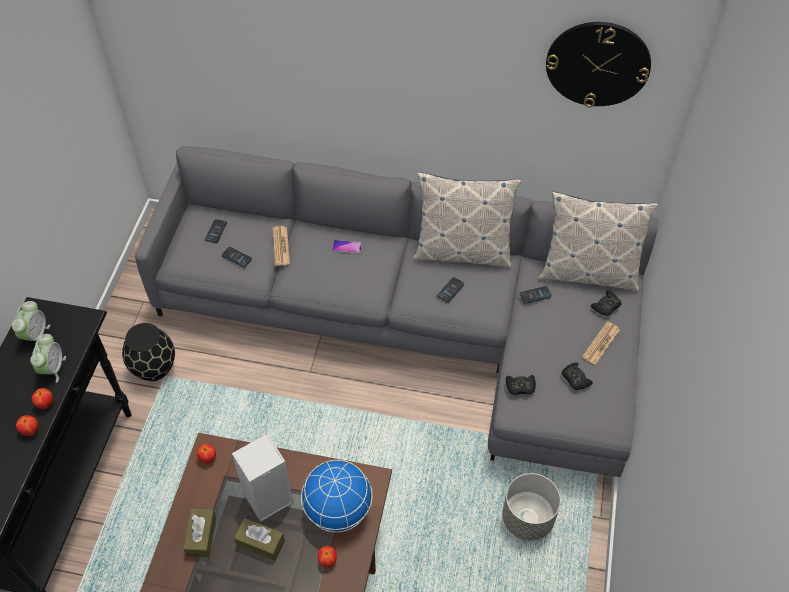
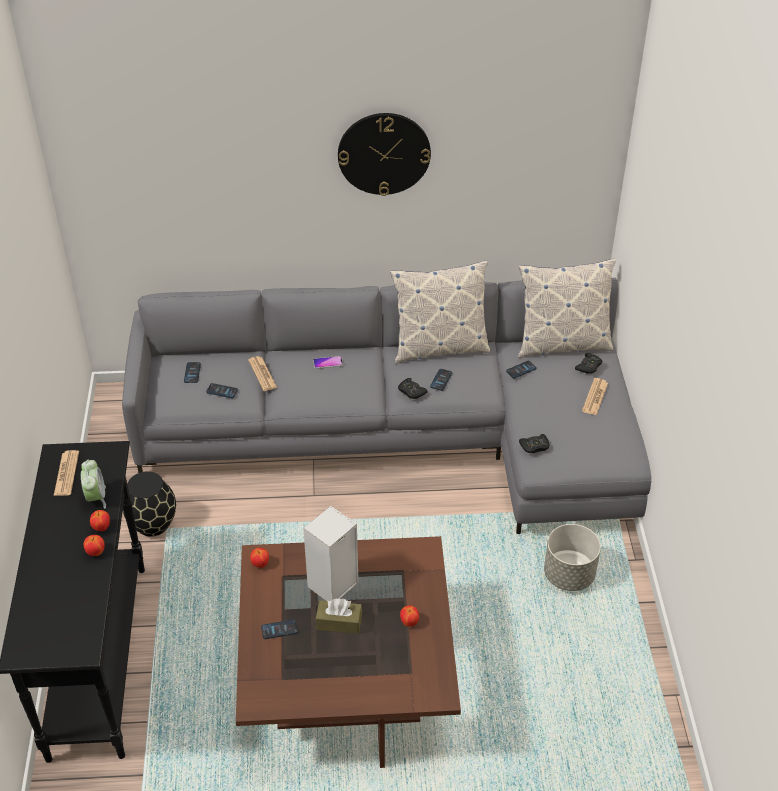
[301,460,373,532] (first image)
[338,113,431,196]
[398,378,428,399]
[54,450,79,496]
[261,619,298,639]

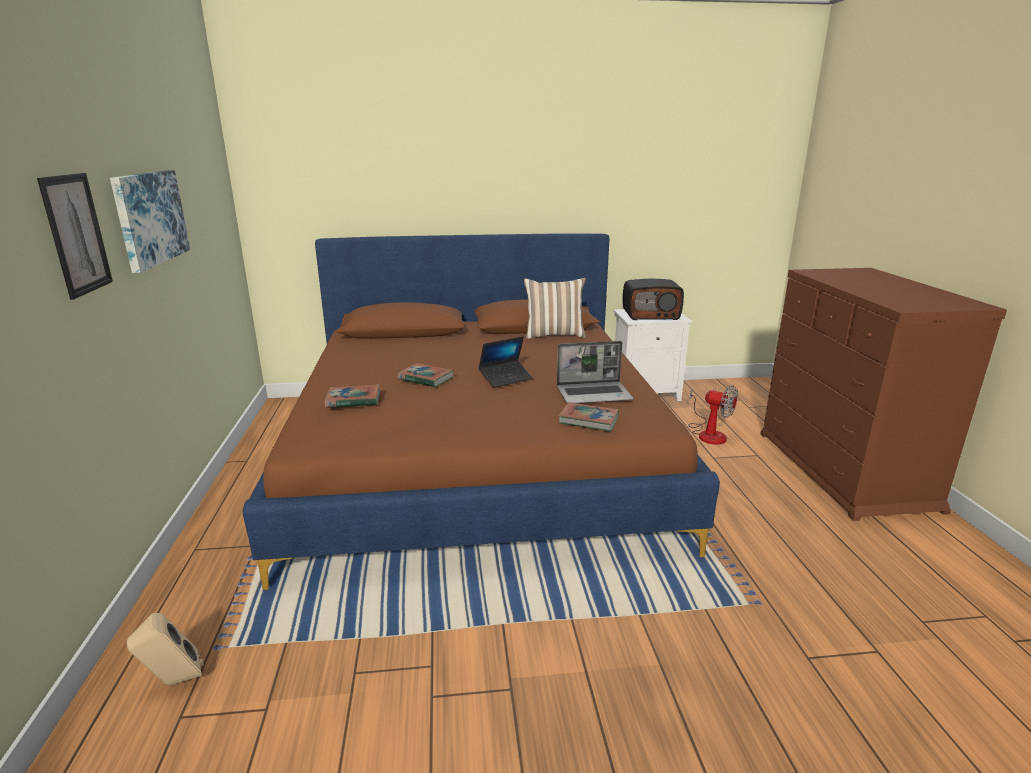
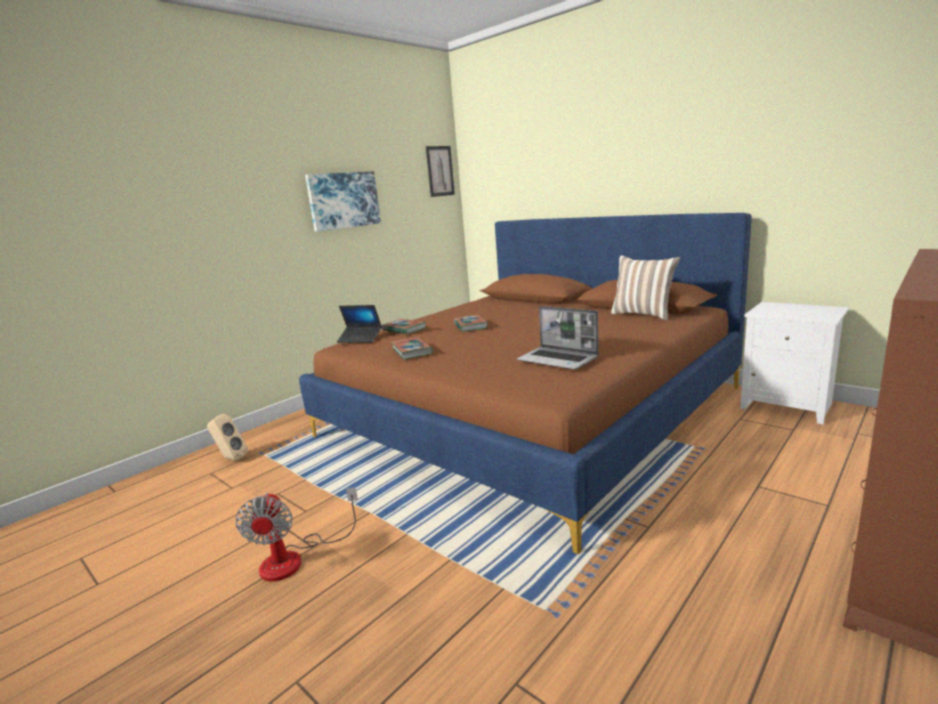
[623,279,684,320] (first image)
[426,146,455,197]
[337,305,382,343]
[391,337,433,359]
[235,487,358,582]

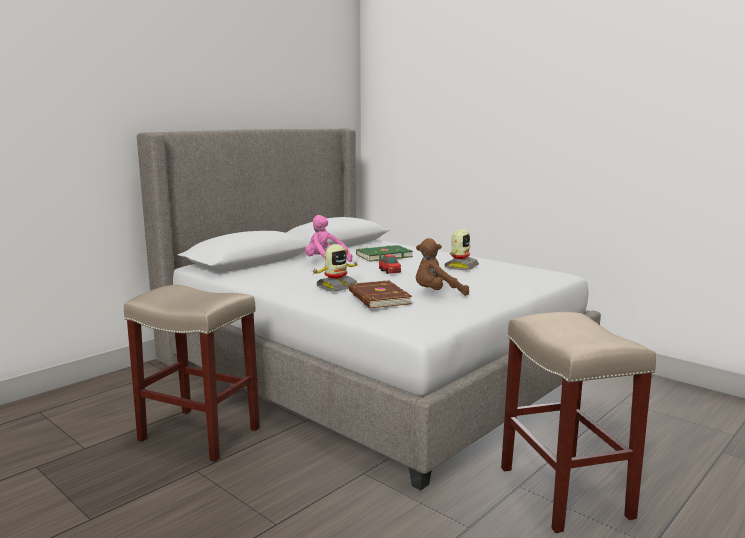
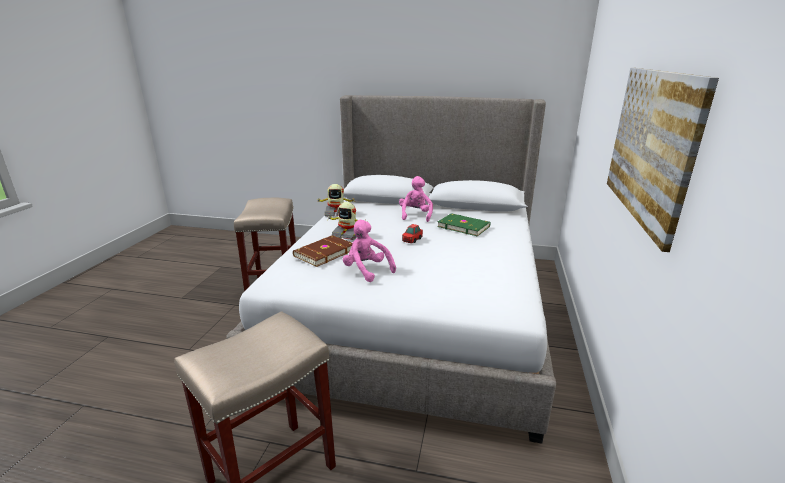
[607,68,719,252]
[316,184,356,216]
[343,220,396,282]

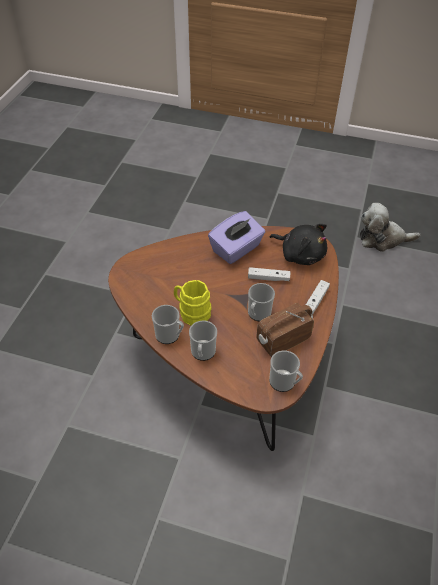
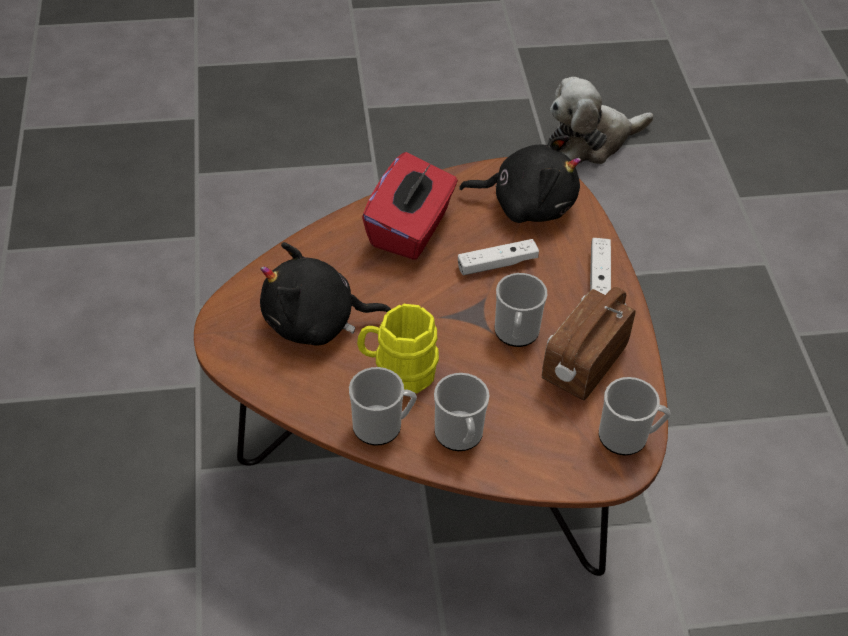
[260,242,391,346]
[362,152,458,260]

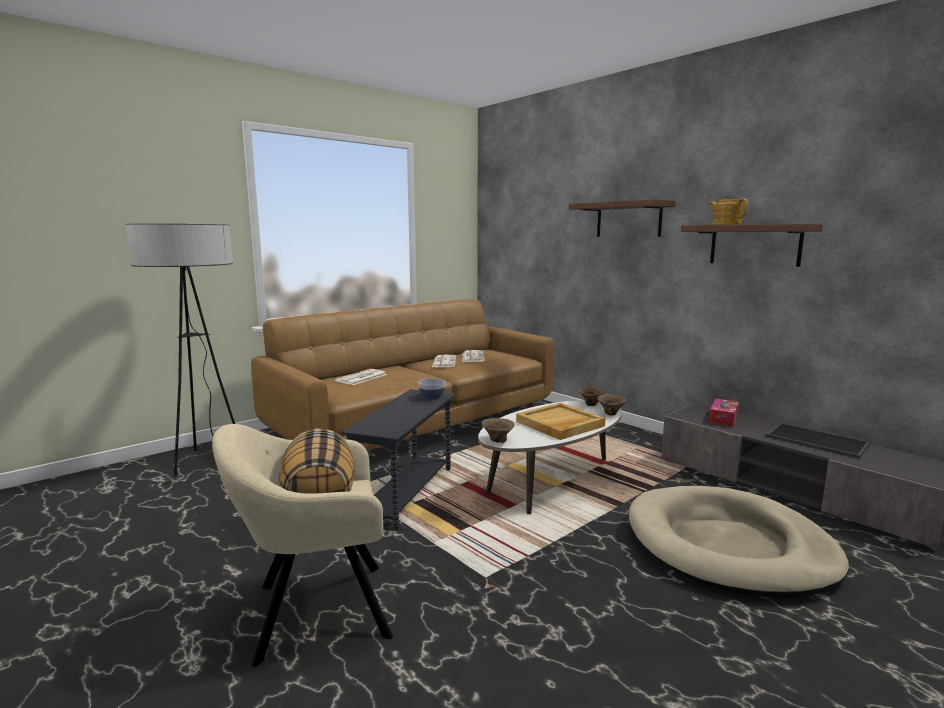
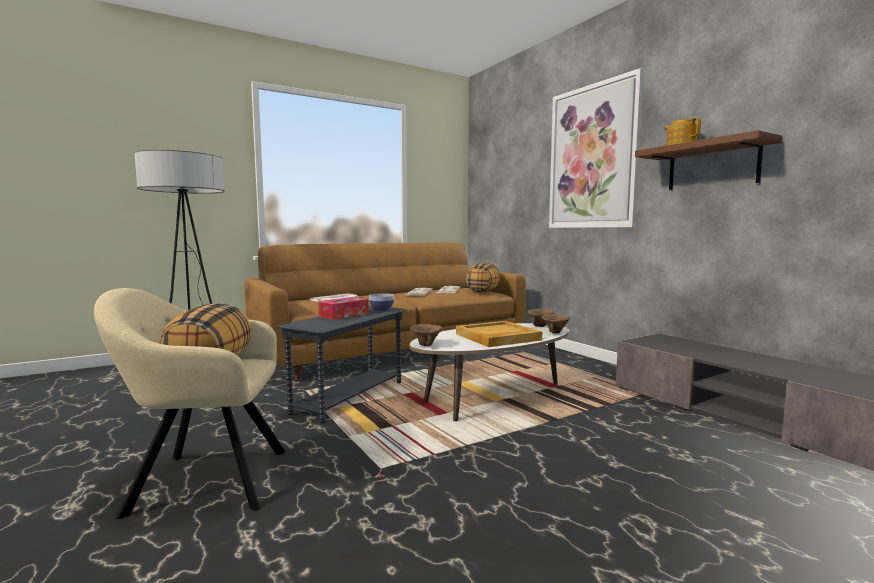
[629,486,849,598] (first image)
[766,423,870,459] (first image)
[466,262,501,293]
[318,297,369,320]
[549,68,644,228]

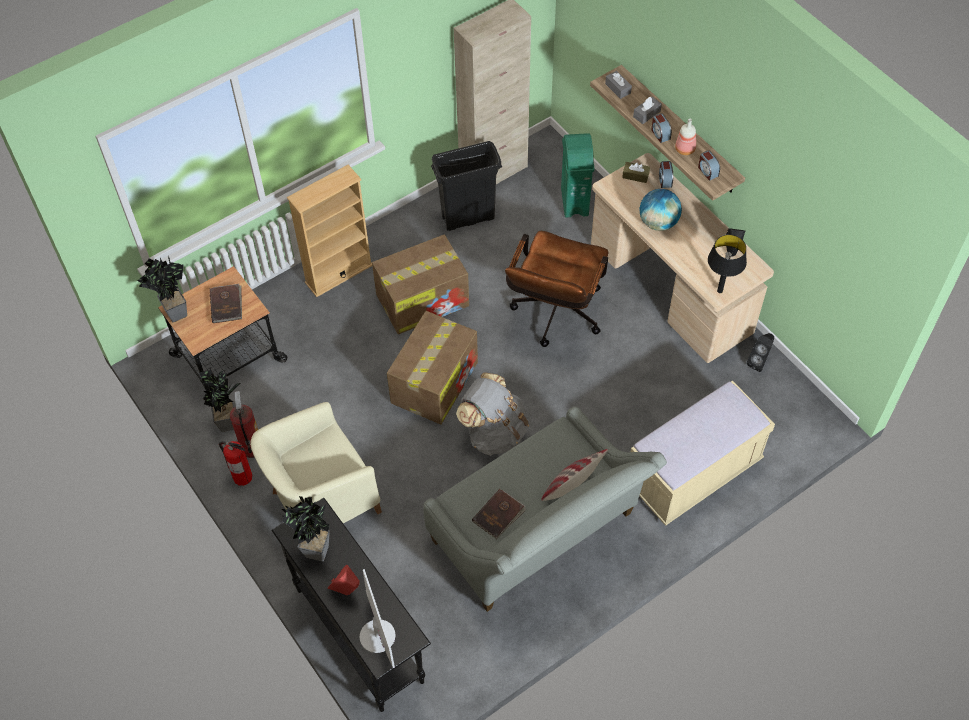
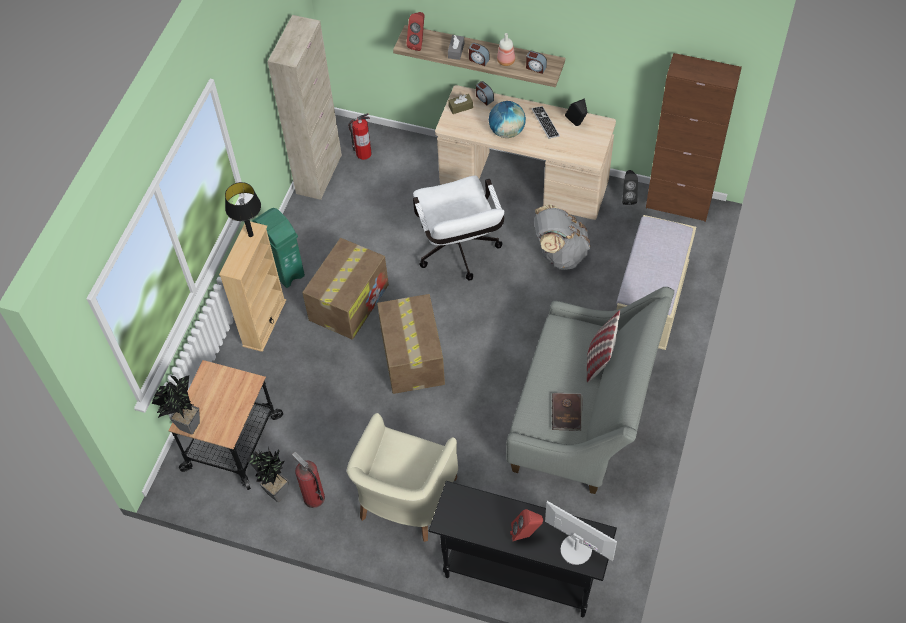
[210,284,242,323] (first image)
[282,496,330,562] (first image)
[431,141,502,231] (first image)
[532,106,560,139]
[646,53,742,222]
[348,113,372,160]
[534,204,590,270]
[253,208,305,288]
[225,182,261,237]
[406,12,424,51]
[413,176,505,281]

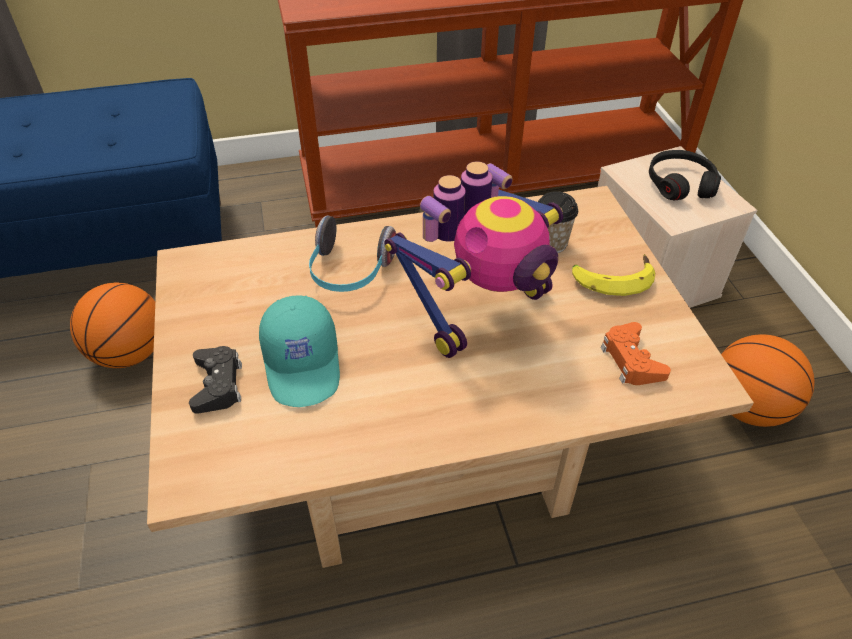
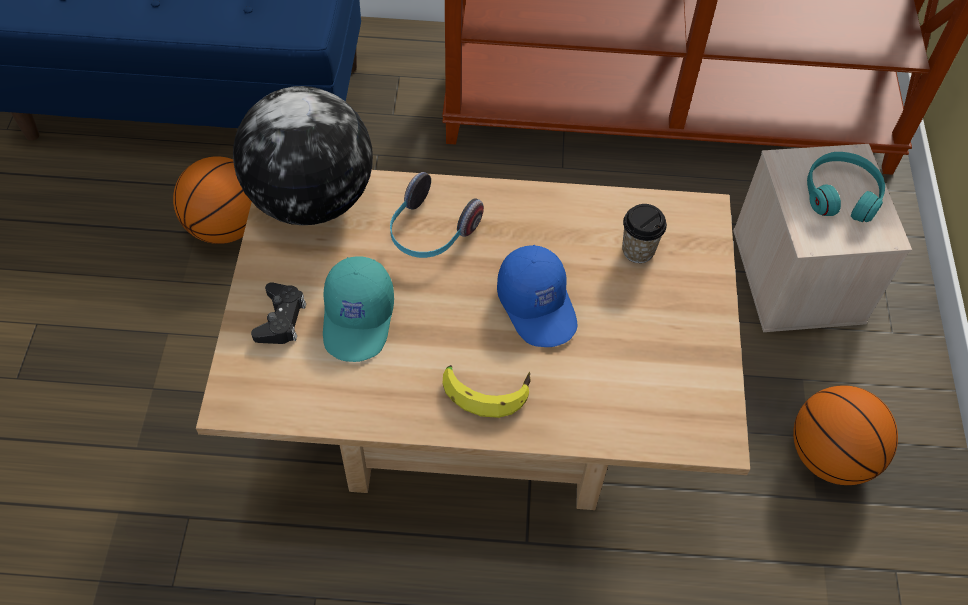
[601,322,671,385] (first image)
[233,86,373,225]
[442,365,531,418]
[497,245,578,347]
[807,152,885,222]

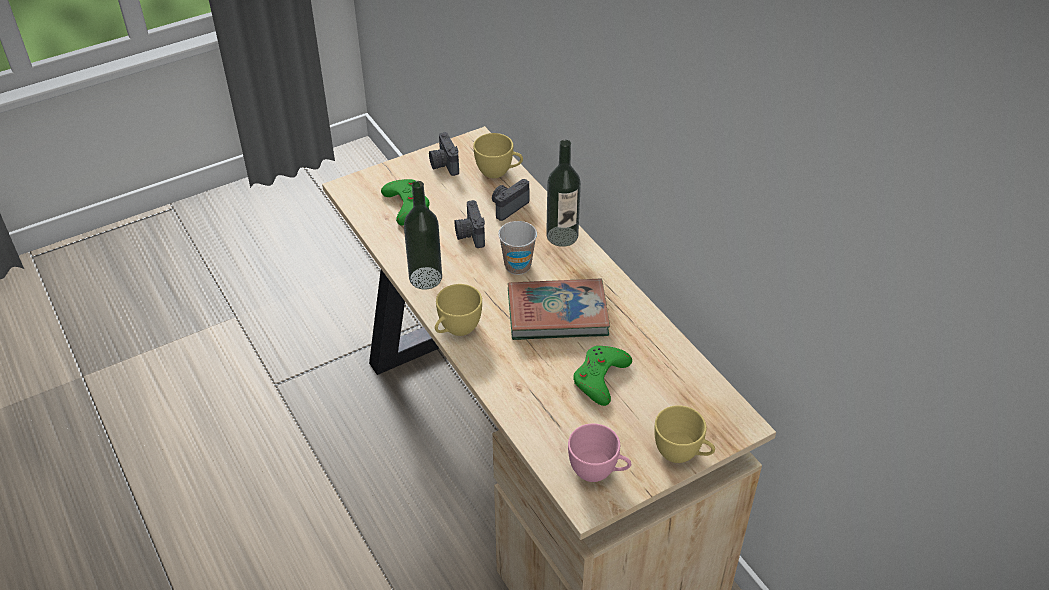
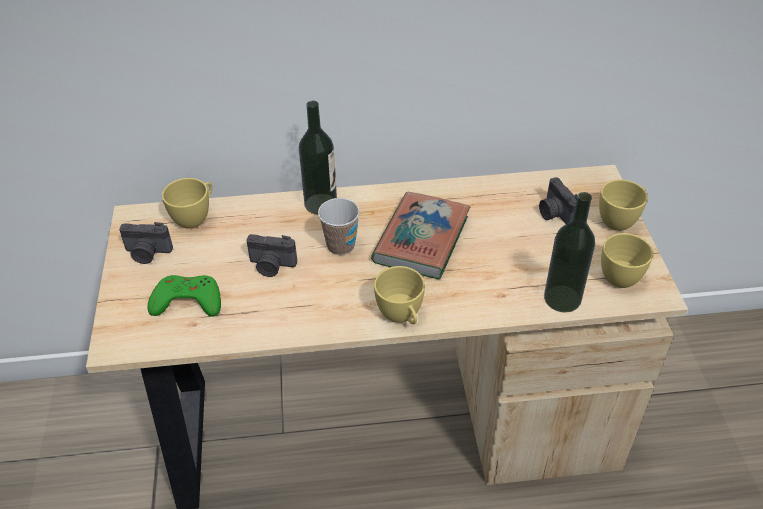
[573,346,632,406] (first image)
[544,192,595,313]
[539,177,578,224]
[601,233,653,288]

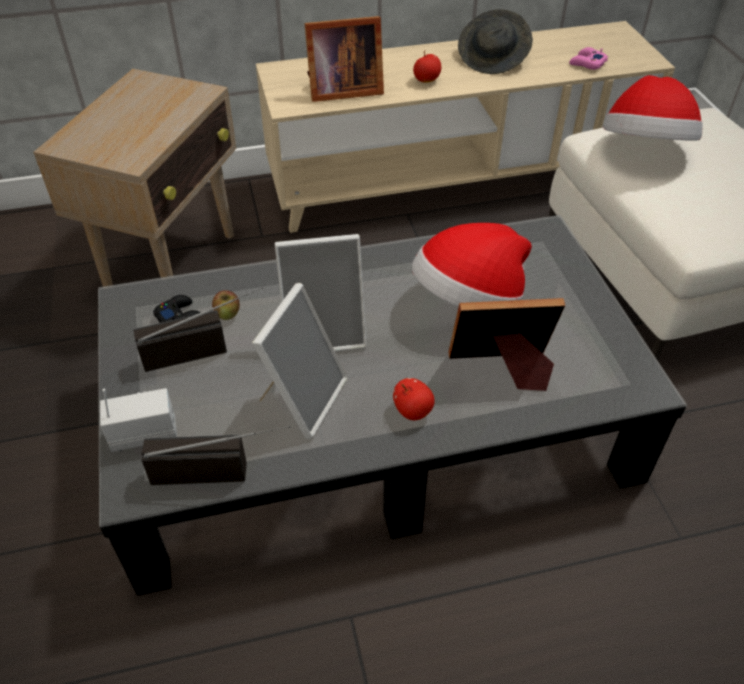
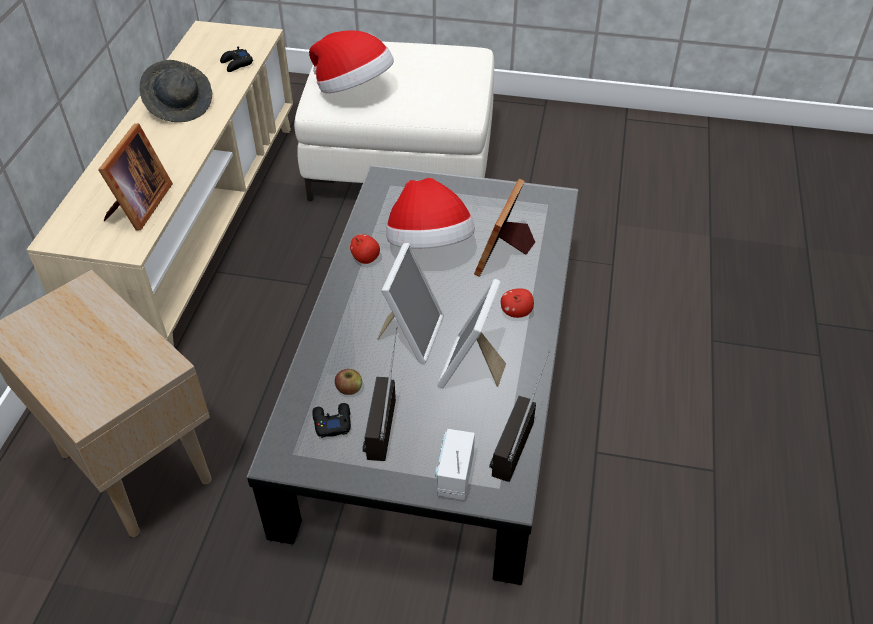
[350,234,380,264]
[220,47,253,72]
[437,279,506,388]

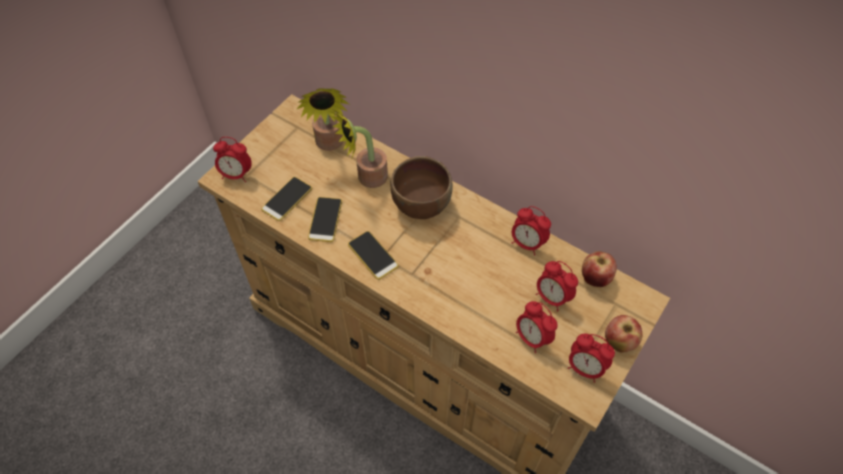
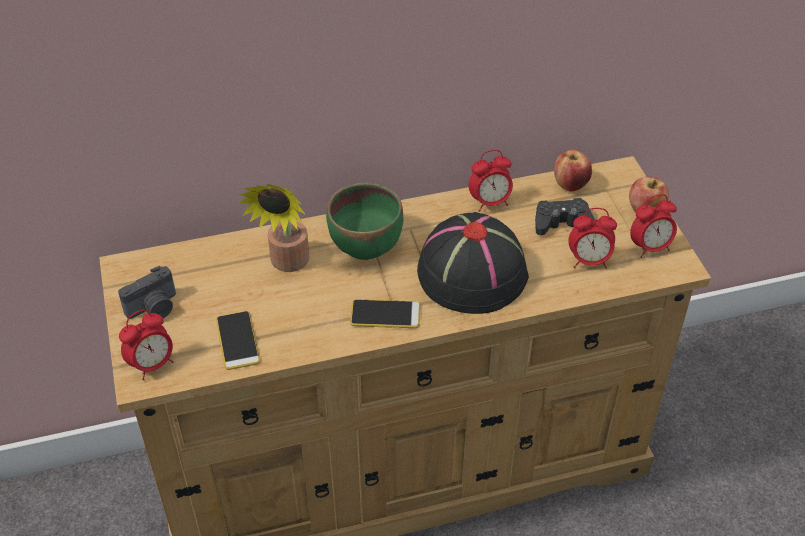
[296,88,349,151] (first image)
[308,197,342,242] (first image)
[118,266,176,319]
[417,212,529,314]
[535,198,595,235]
[326,183,403,260]

